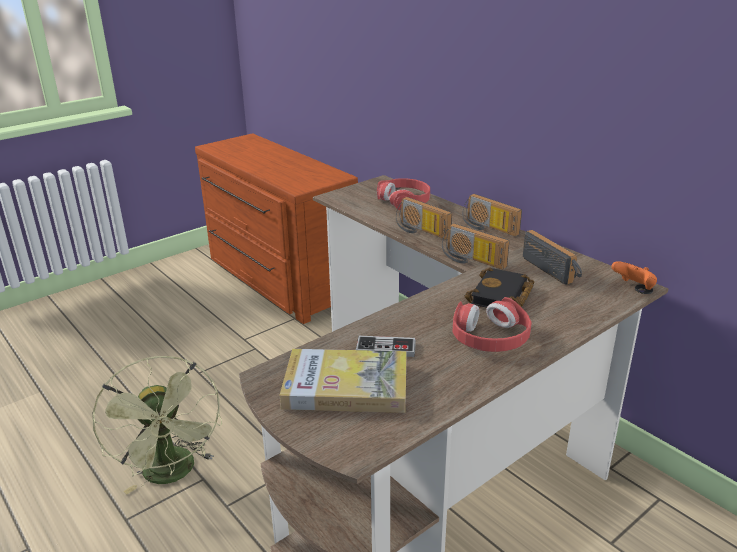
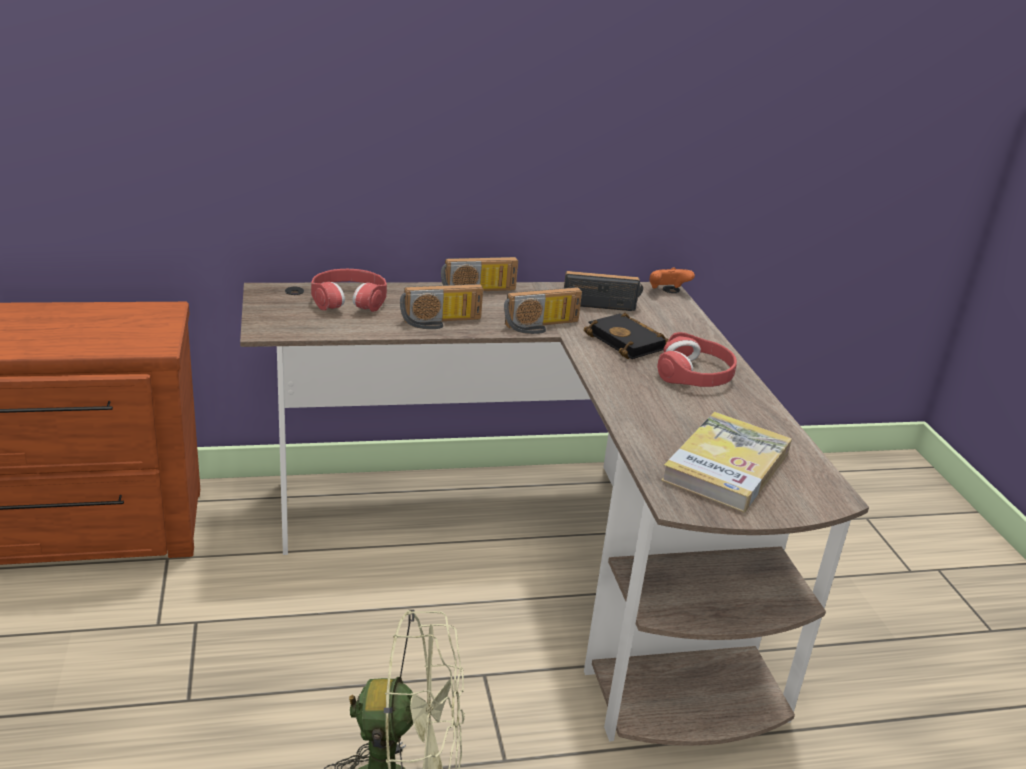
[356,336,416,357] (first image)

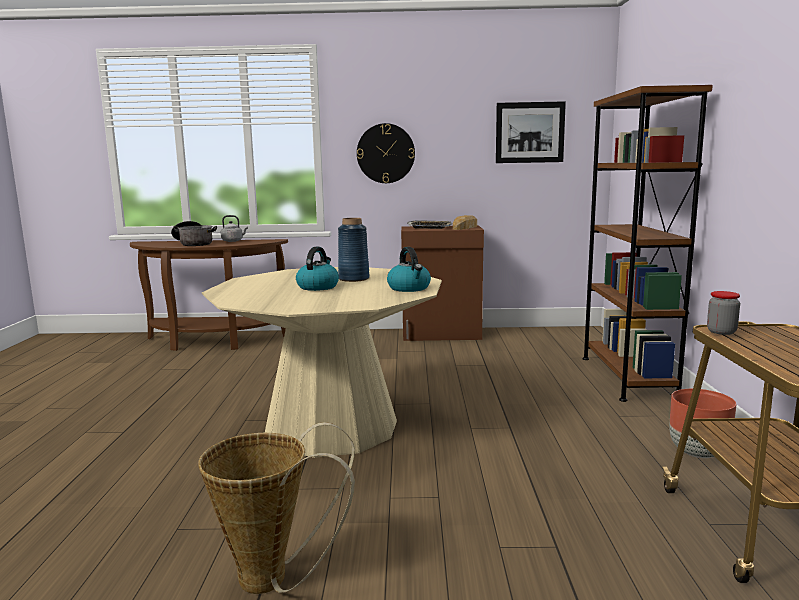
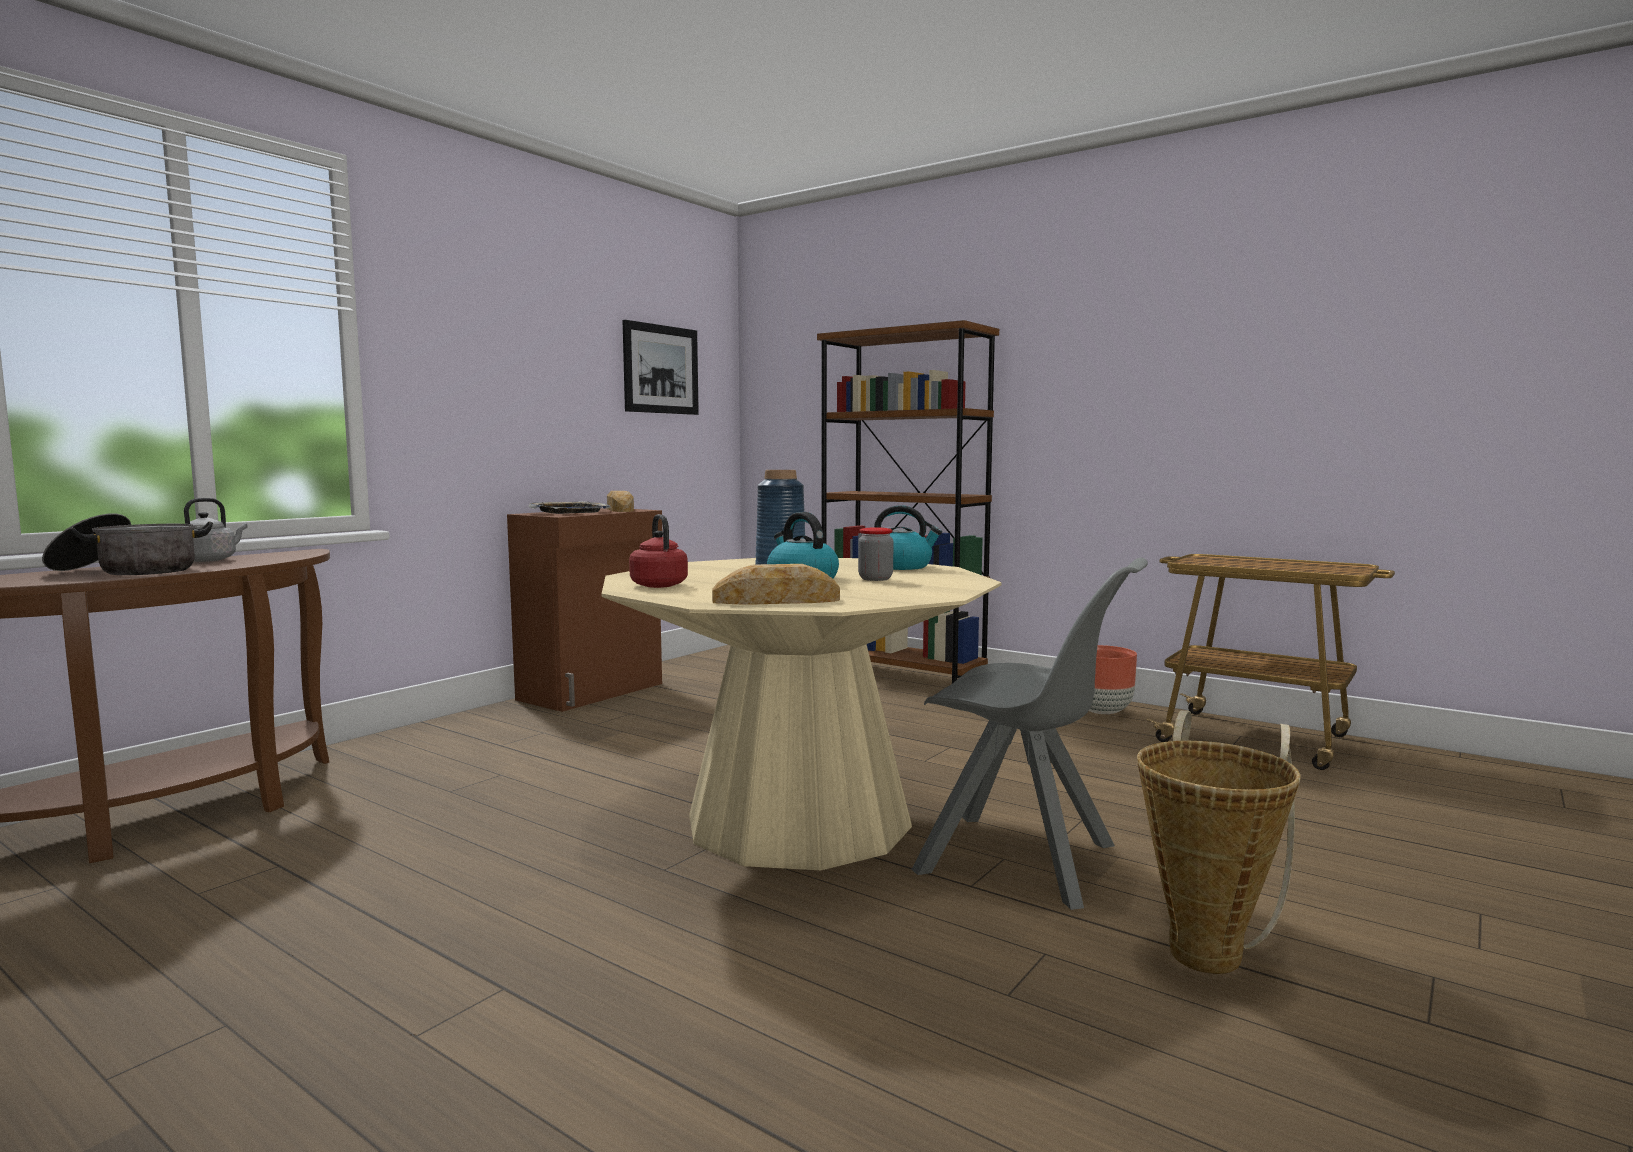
[357,123,415,183] (first image)
[629,514,688,588]
[712,564,840,605]
[911,558,1148,910]
[858,527,894,581]

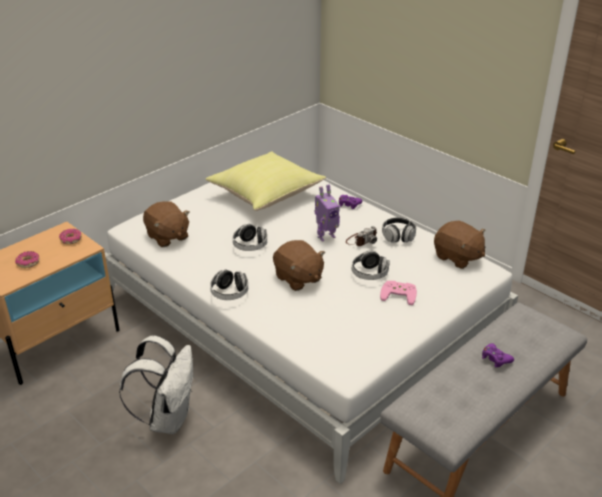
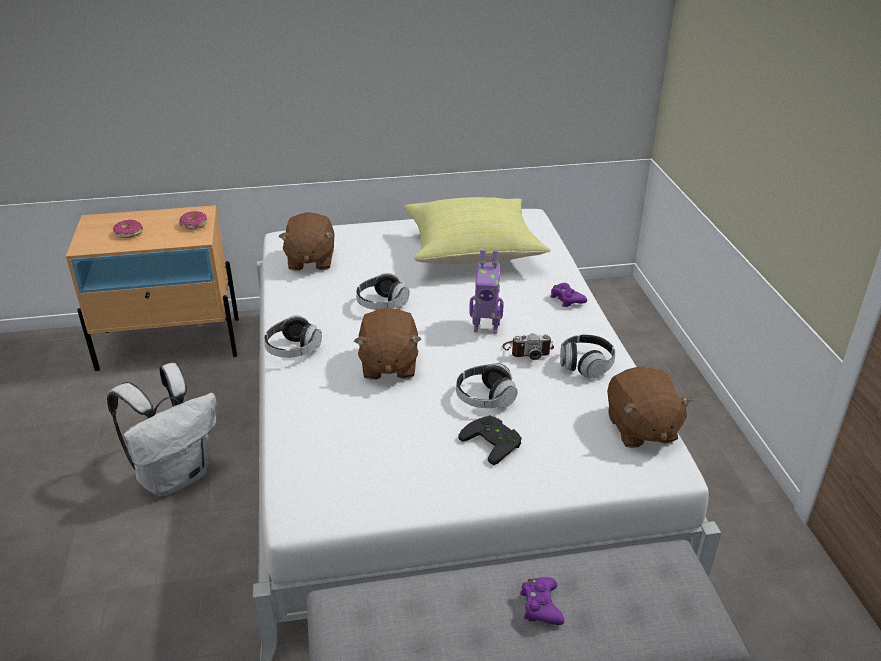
[458,415,522,465]

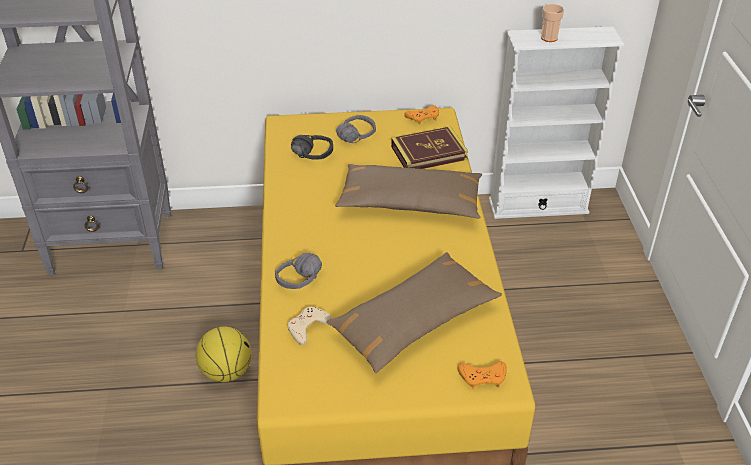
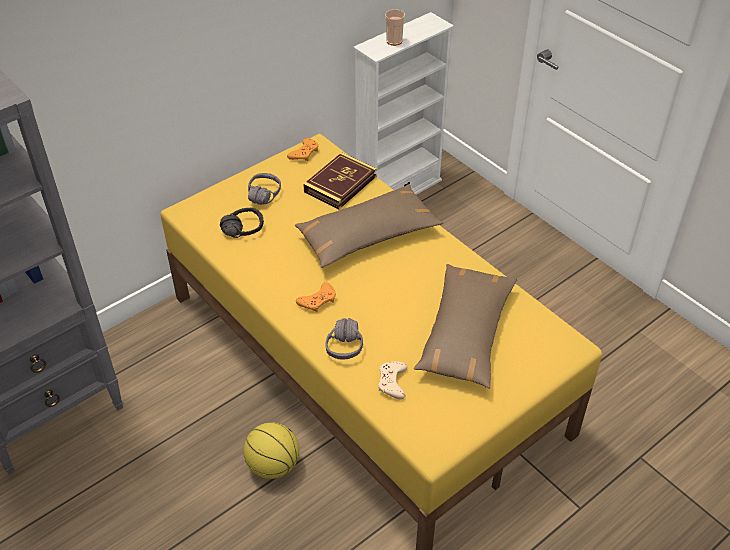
[296,283,336,312]

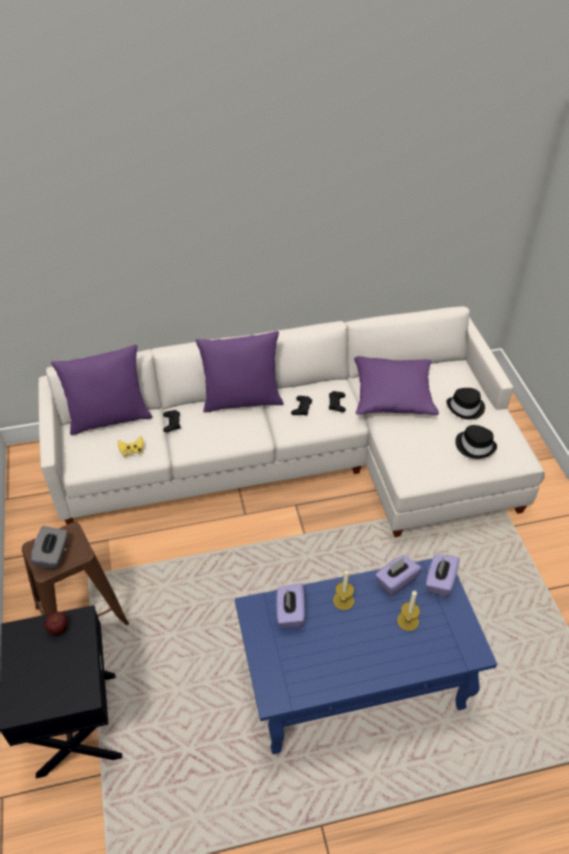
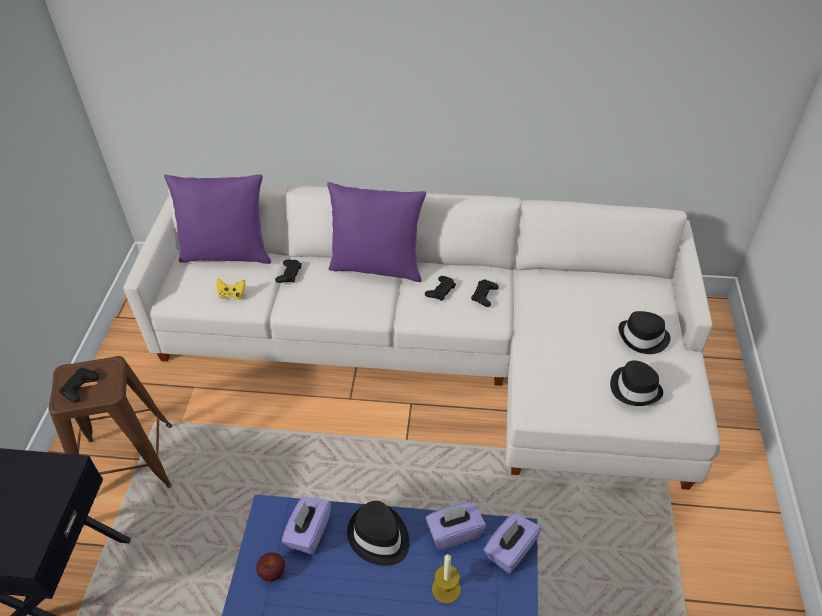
[354,356,439,415] (first image)
[256,553,285,582]
[59,368,100,403]
[347,501,409,566]

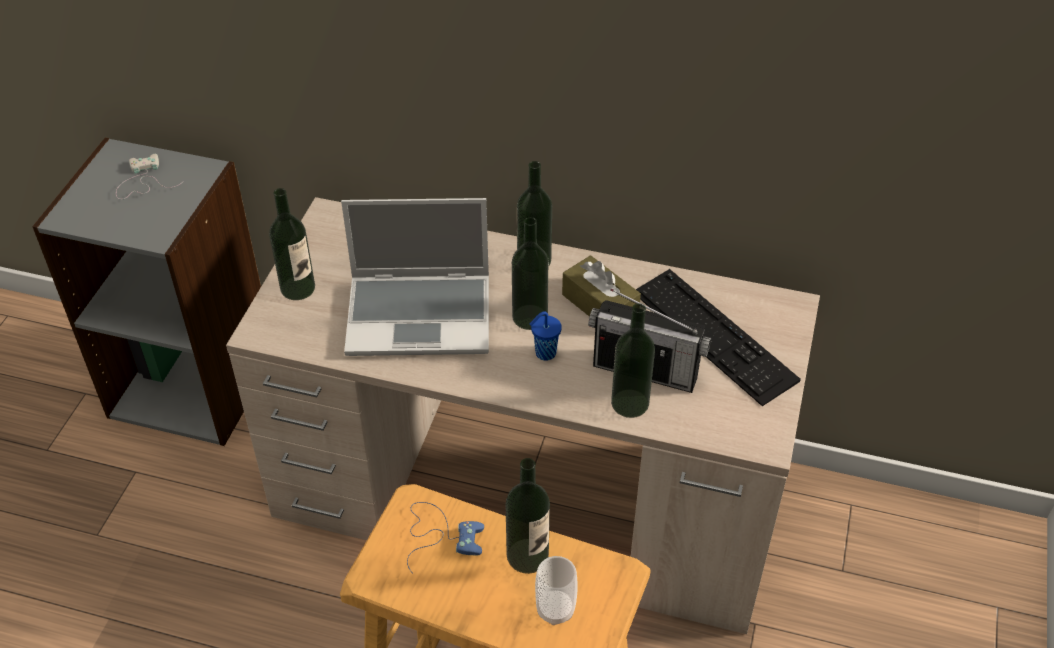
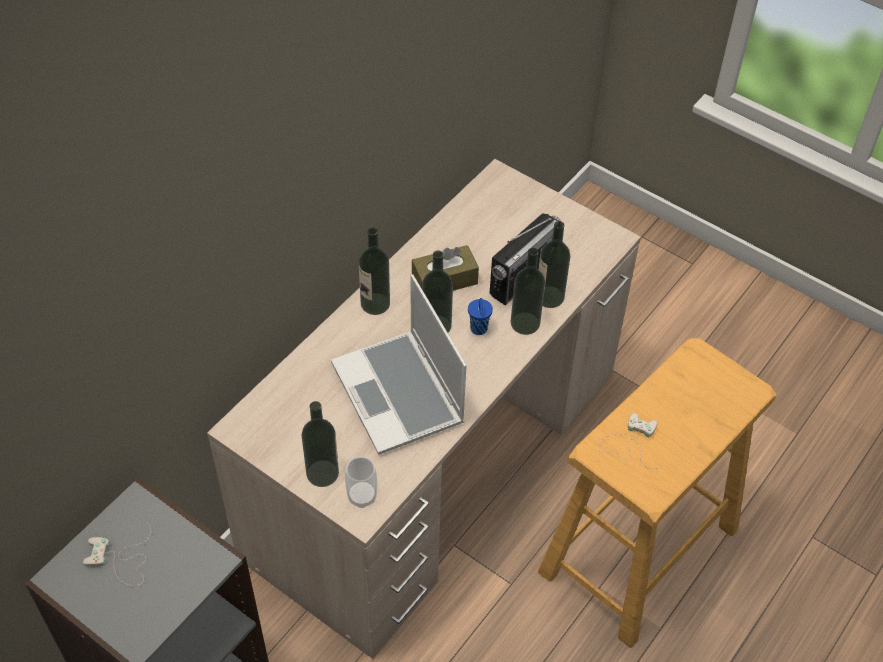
[636,269,801,406] (first image)
[511,248,545,335]
[345,457,377,508]
[598,413,661,469]
[331,274,467,455]

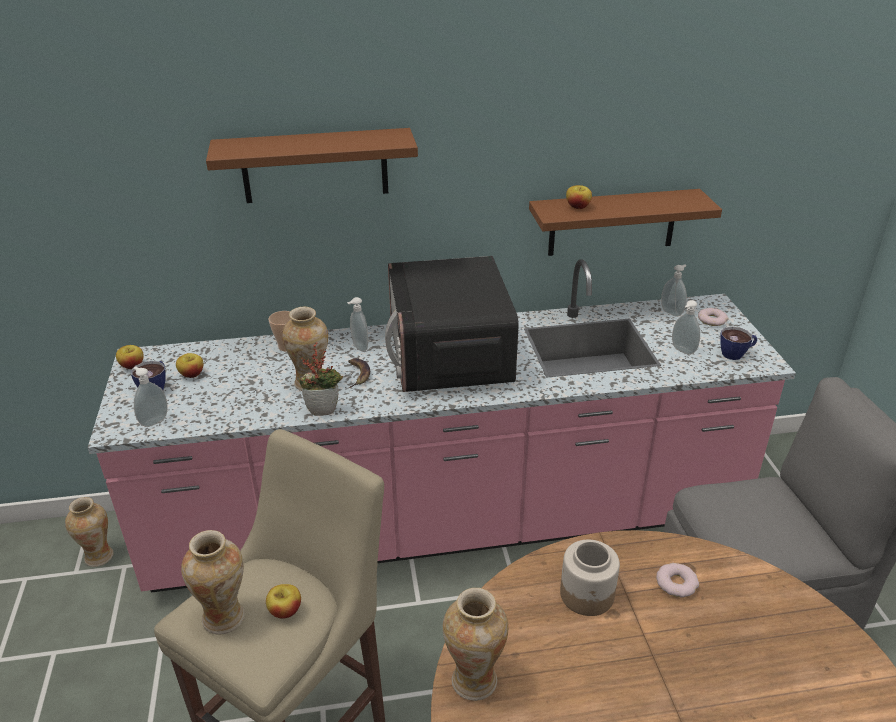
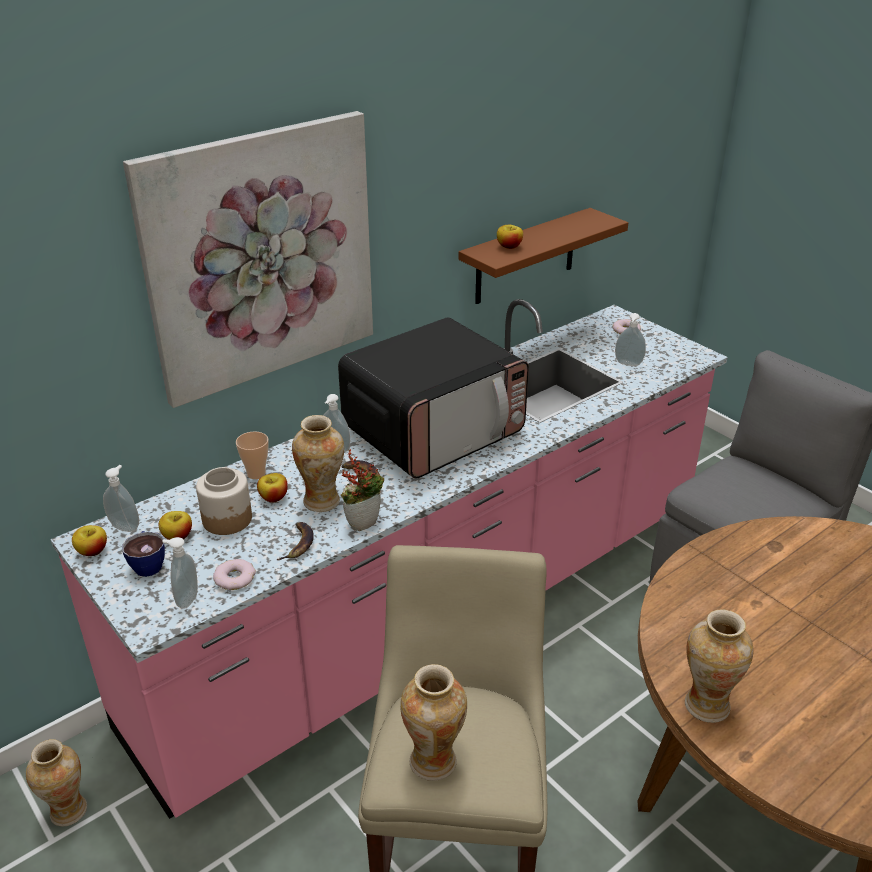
[720,327,758,360] (first image)
[277,522,314,560]
[257,473,288,502]
[196,467,252,535]
[213,559,256,590]
[103,465,139,532]
[123,111,373,408]
[338,317,529,479]

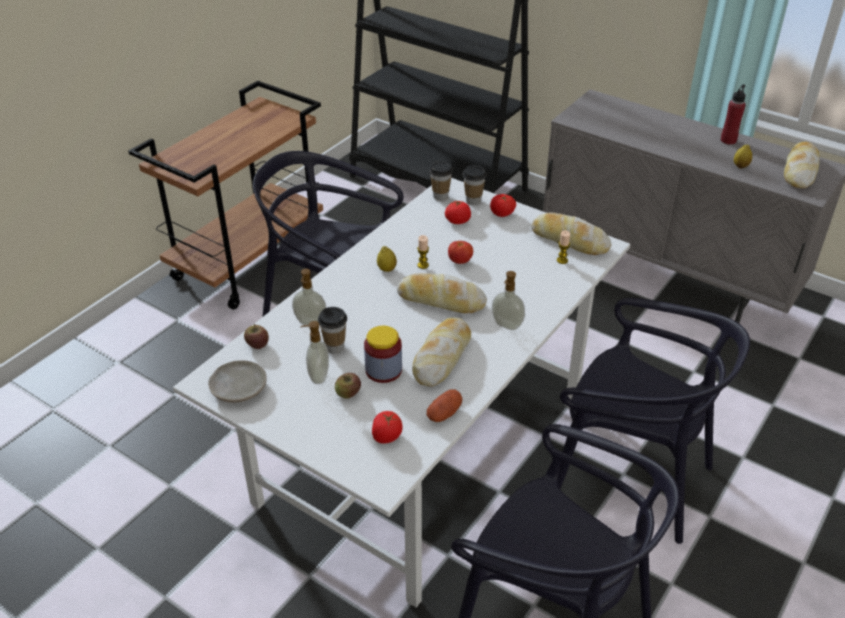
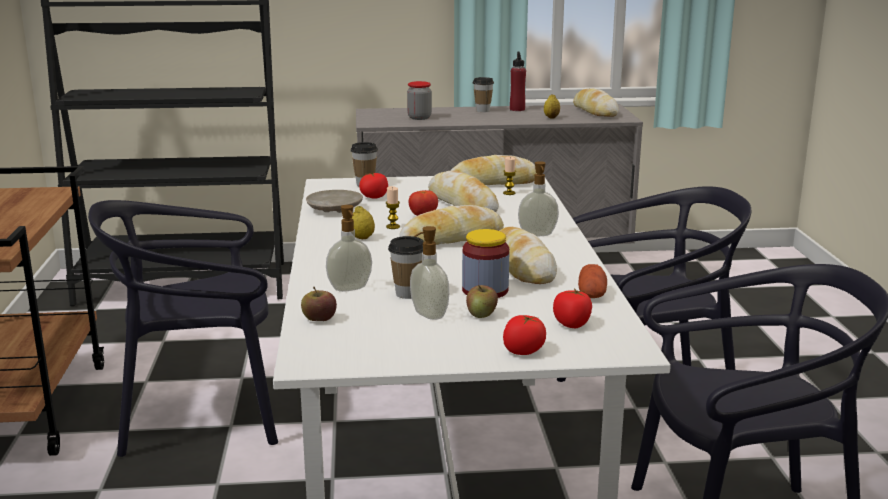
[407,81,432,120]
[428,171,499,212]
[306,190,363,213]
[473,77,494,112]
[503,315,546,355]

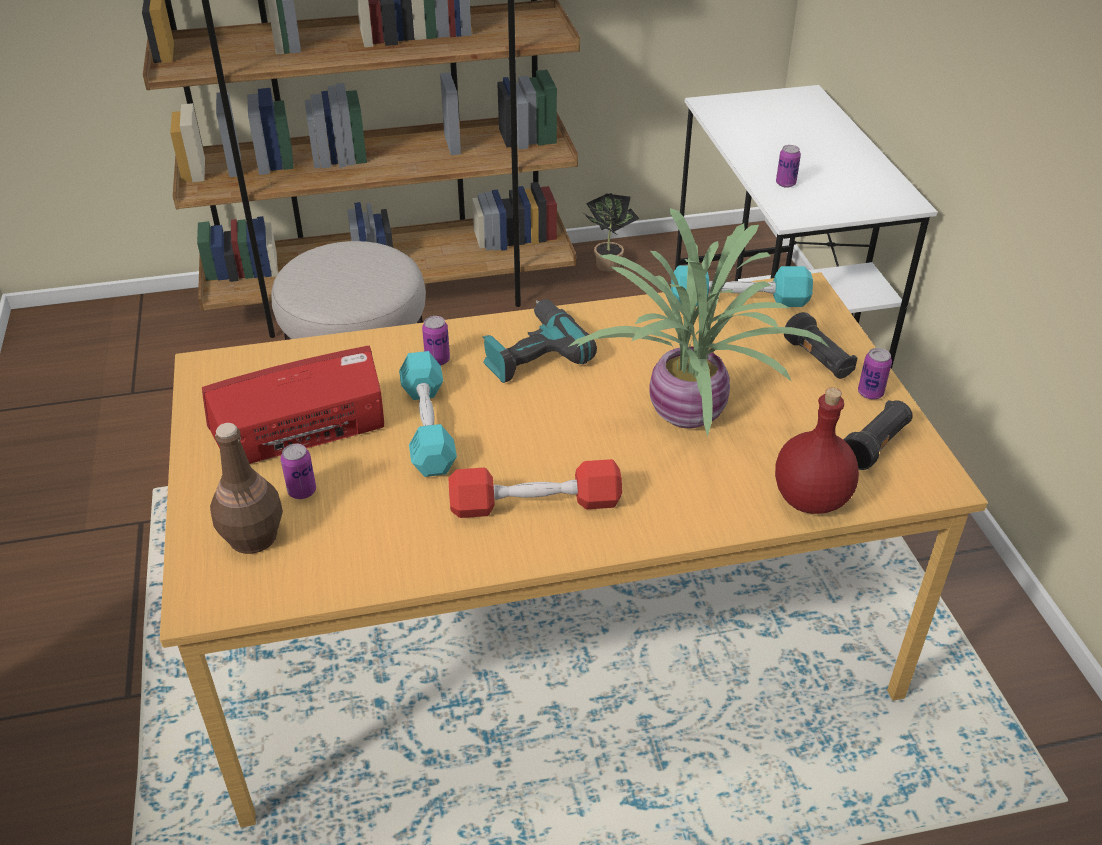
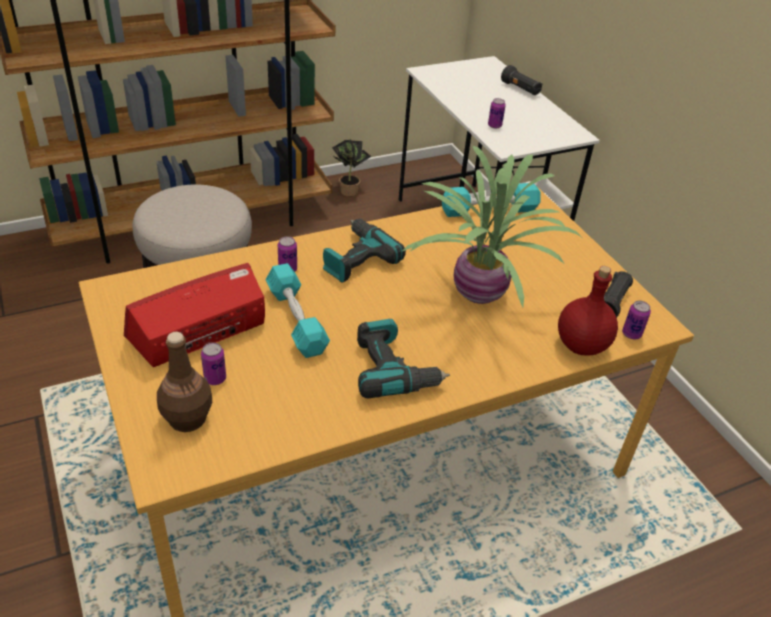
[501,65,543,95]
[622,301,651,339]
[357,319,450,399]

